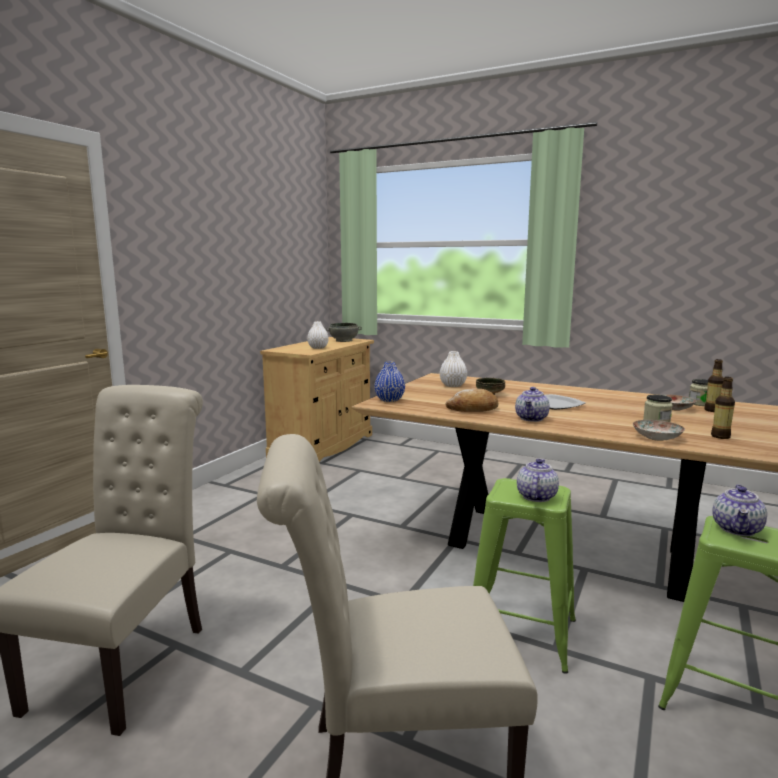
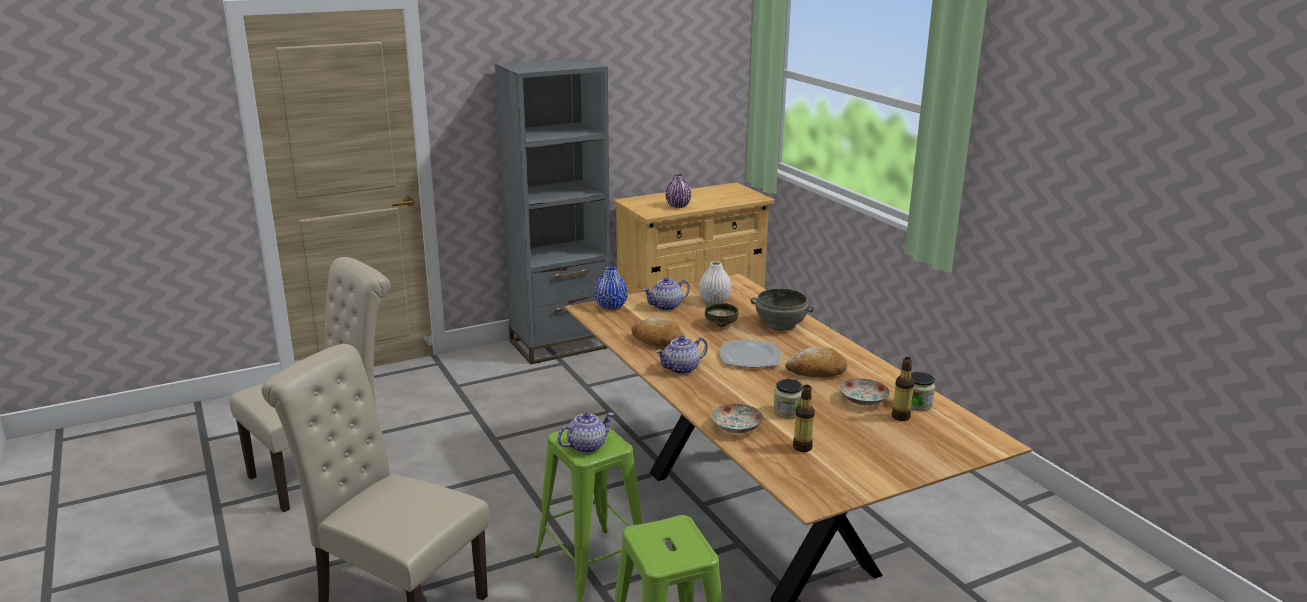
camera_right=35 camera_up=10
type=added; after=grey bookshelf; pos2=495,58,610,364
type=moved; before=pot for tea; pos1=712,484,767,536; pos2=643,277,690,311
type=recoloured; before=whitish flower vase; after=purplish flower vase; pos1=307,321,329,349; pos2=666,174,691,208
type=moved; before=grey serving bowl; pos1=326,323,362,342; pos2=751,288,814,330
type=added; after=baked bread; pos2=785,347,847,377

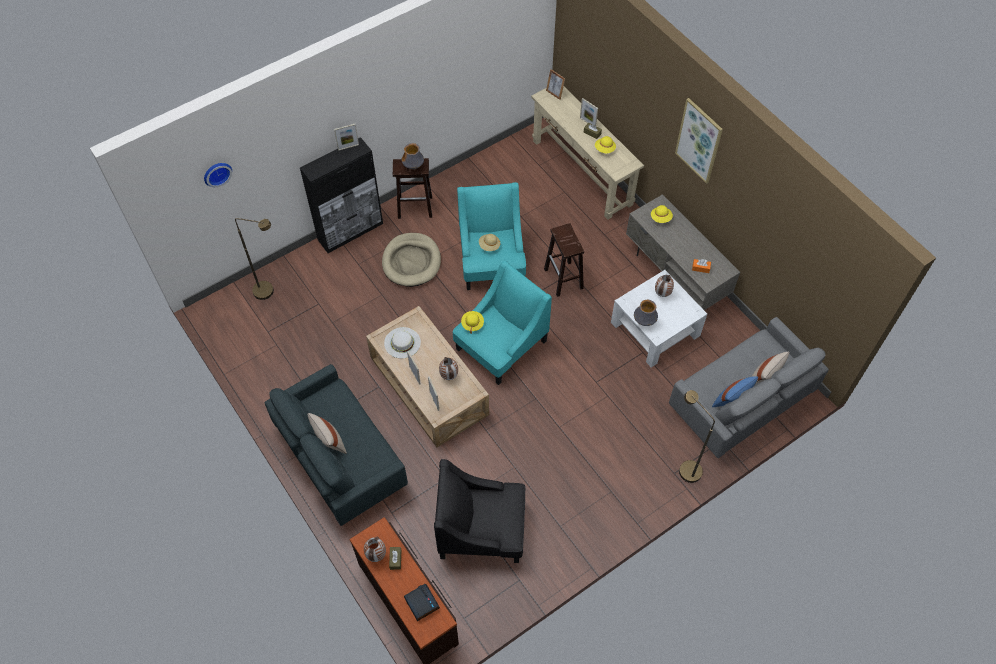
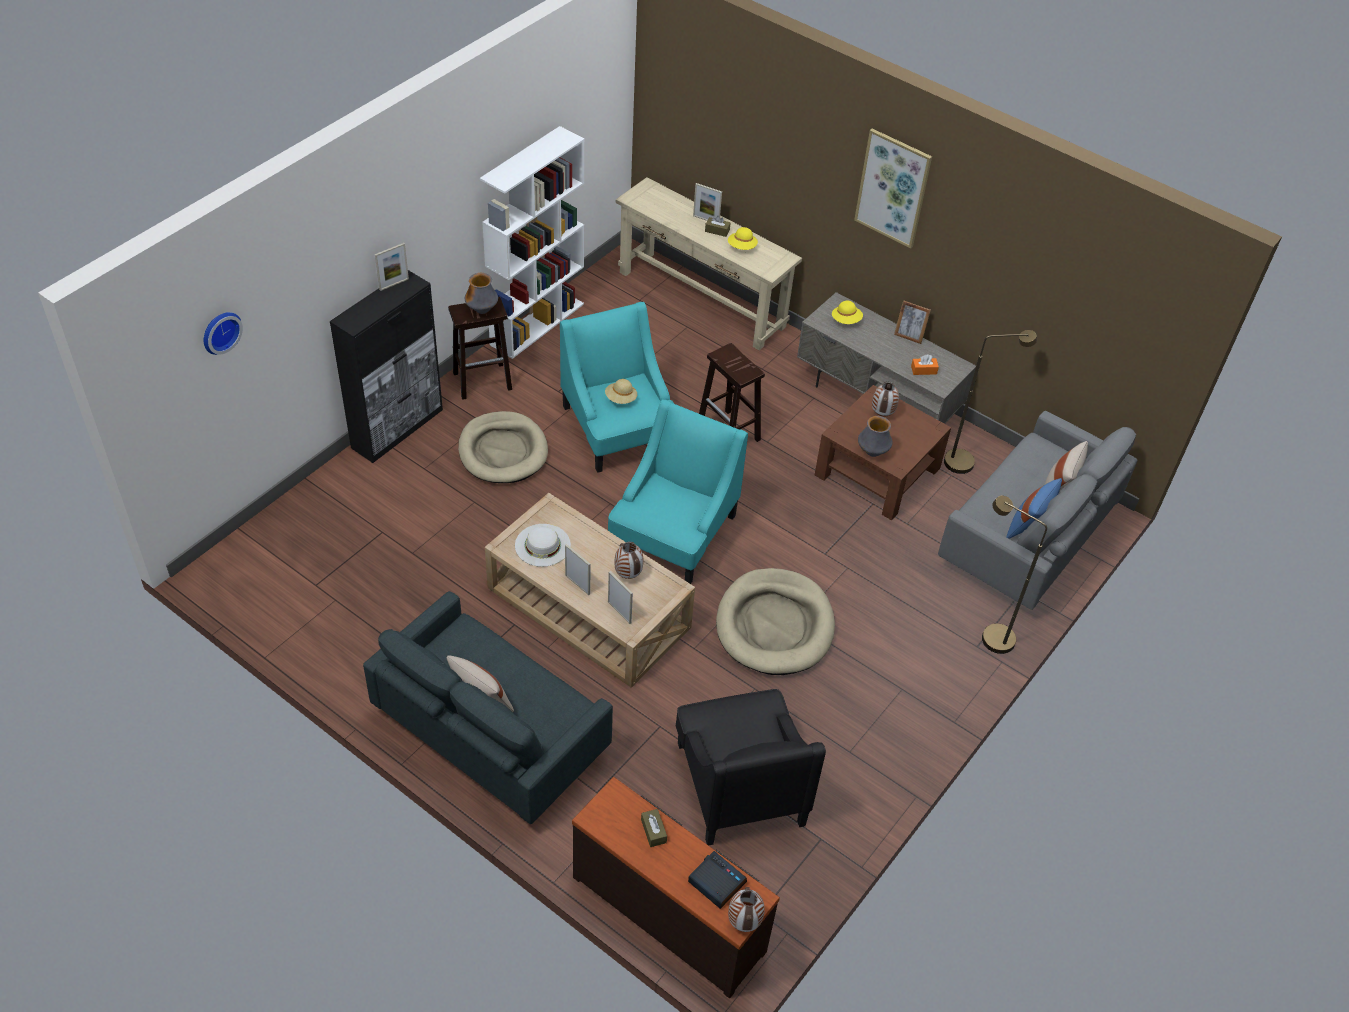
camera_right=-20 camera_up=-10
type=added; after=whitish bookshelf; pos2=480,126,584,359
type=turned; before=black-coloured easy chair; pos1=434,459,525,563; pos2=676,689,826,846; turn=-90
type=added; after=sand-coloured pet bed; pos2=716,568,835,675
type=moved; before=flower vase; pos1=364,536,386,562; pos2=728,887,765,932
type=recoloured; before=whitish low table; after=brown-coloured low table; pos1=611,270,707,367; pos2=815,385,951,520
type=moved; before=standing frame; pos1=546,69,565,100; pos2=894,300,931,344
type=moved; before=brown-coloured floor lamp; pos1=235,218,274,300; pos2=944,330,1037,474
type=removed; before=yellowish wearable hat; pos1=461,311,484,334

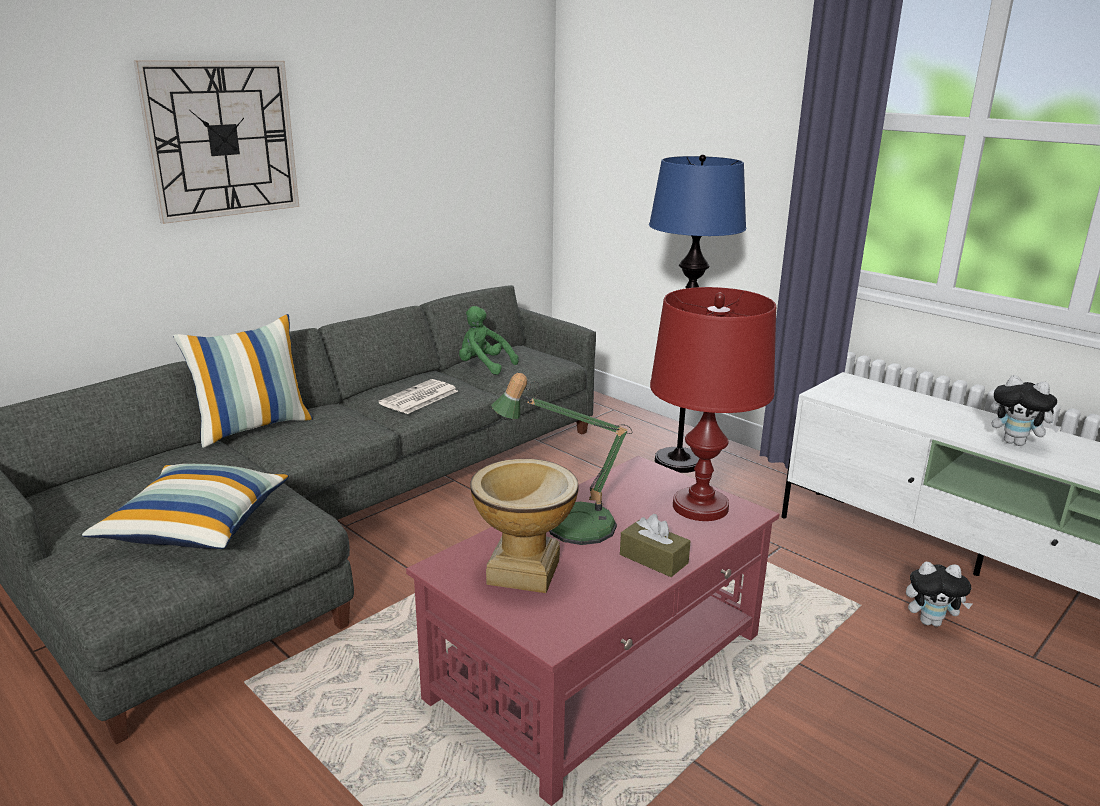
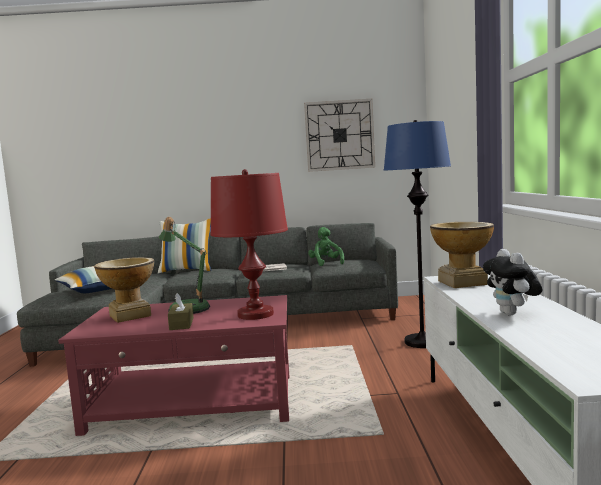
camera_right=45 camera_up=-15
type=moved; before=wall clock; pos1=134,60,299,224; pos2=304,99,375,172
type=added; after=flower vase; pos2=430,222,494,288
type=removed; before=soft toy; pos1=906,562,973,627

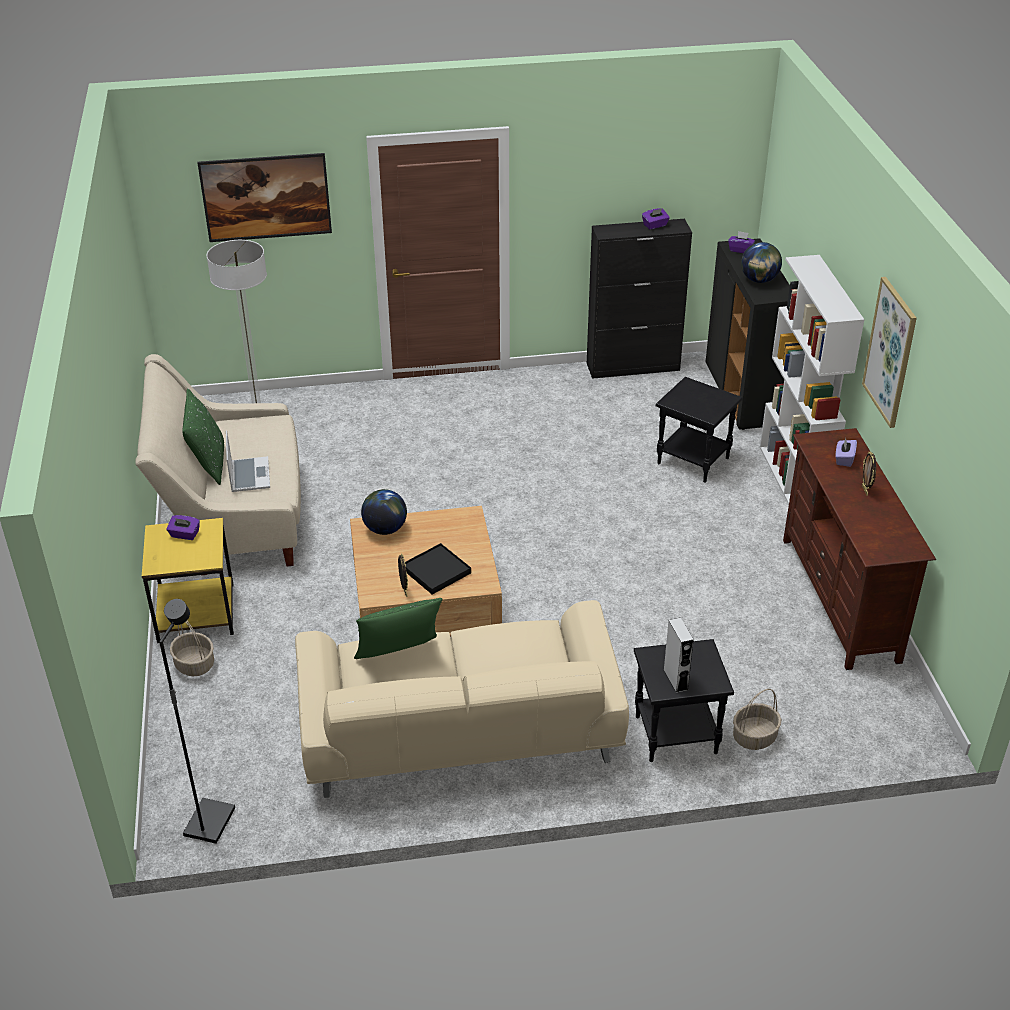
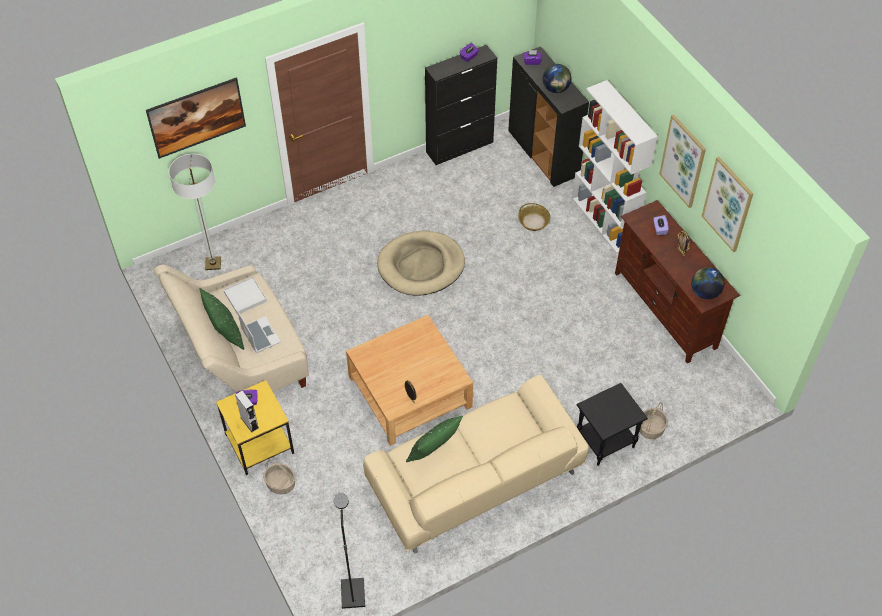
camera_right=-20 camera_up=15
type=added; after=whitish carrying tray; pos2=223,277,267,315
type=moved; before=grey loudspeaker; pos1=664,618,694,693; pos2=235,391,259,432
type=added; after=sand-coloured pet bed; pos2=377,231,465,296
type=replaced; before=black-coloured side table; after=storage basket; pos1=656,377,743,483; pos2=518,203,551,231
type=moved; before=desk globe; pos1=361,489,407,535; pos2=691,267,724,299
type=added; after=picture; pos2=702,157,753,252
type=removed; before=black-coloured carrying tray; pos1=405,543,471,595

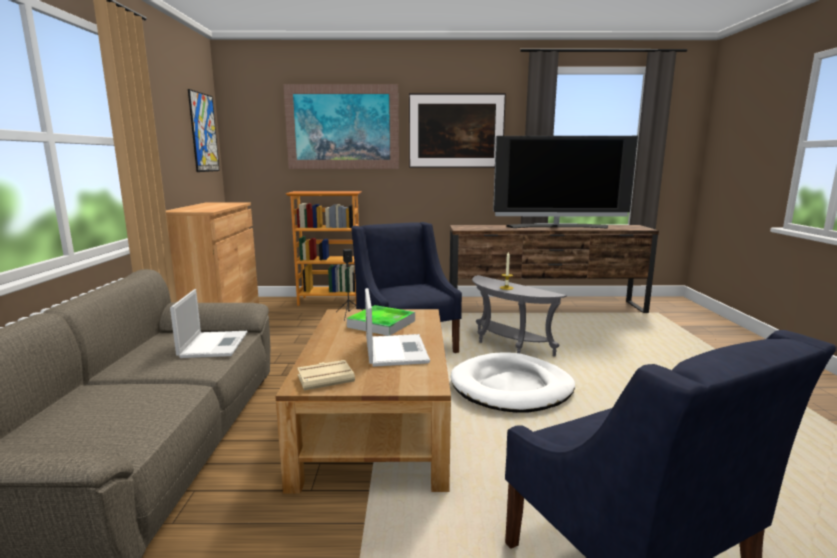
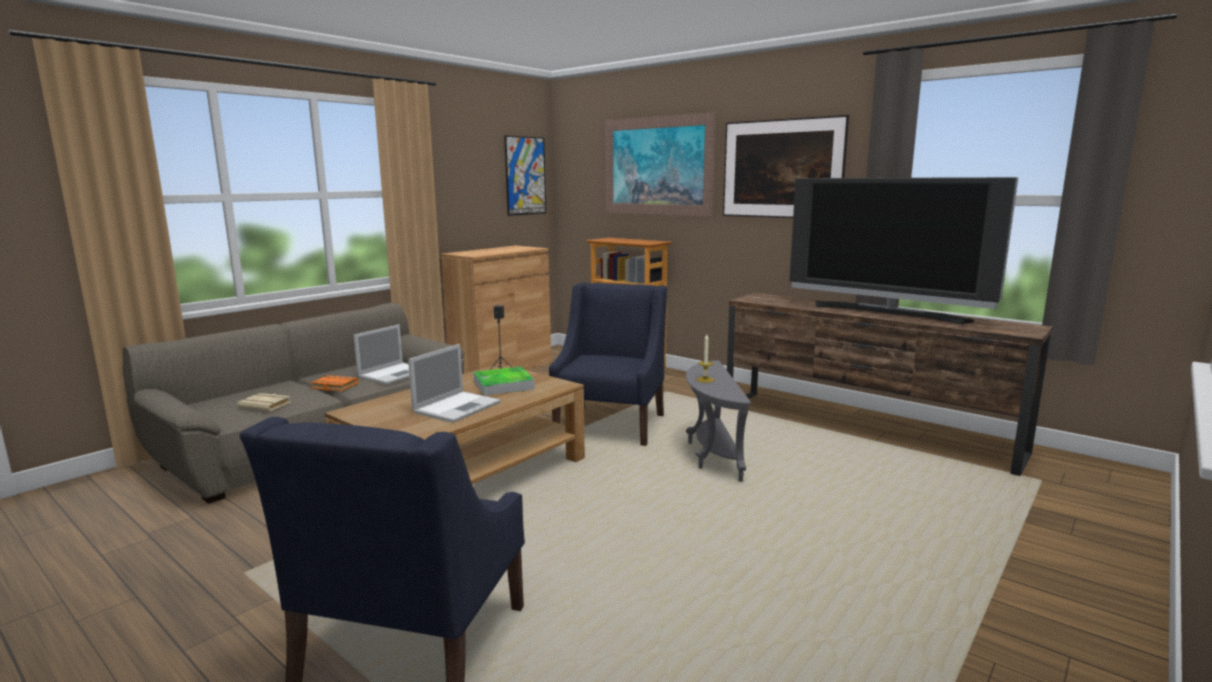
camera_right=40 camera_up=0
type=moved; before=sand-coloured bound book; pos1=297,360,355,390; pos2=237,393,291,412
type=added; after=orange-coloured bound book; pos2=310,375,358,391
type=removed; before=whitish pet bed; pos1=451,352,575,413

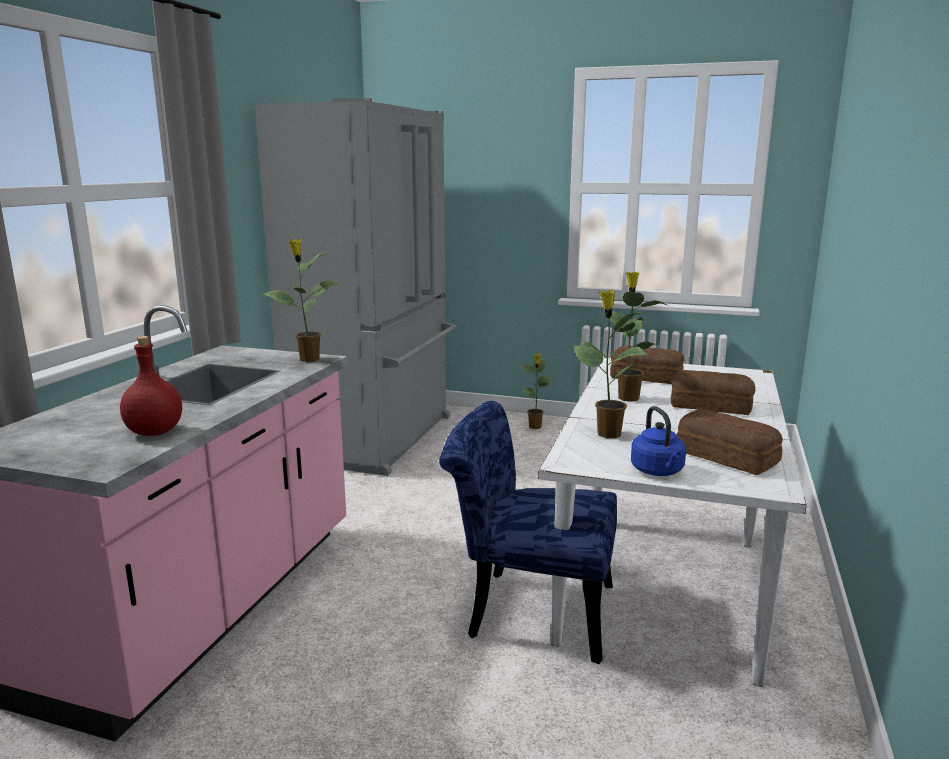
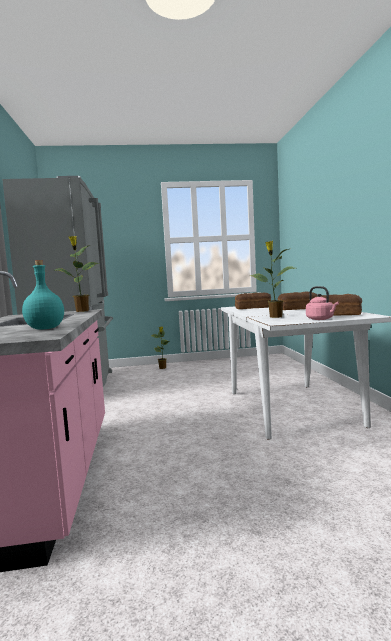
camera_right=-25 camera_up=-10
type=recoloured; before=reddish drink bottle; after=turquoise-coloured drink bottle; pos1=120,336,182,436; pos2=22,260,64,330
type=recoloured; before=bluish tea kettle; after=pinkish tea kettle; pos1=631,406,686,476; pos2=306,286,339,320
type=removed; before=bluish plain chair; pos1=439,401,617,664
type=removed; before=potted plant; pos1=602,272,669,402

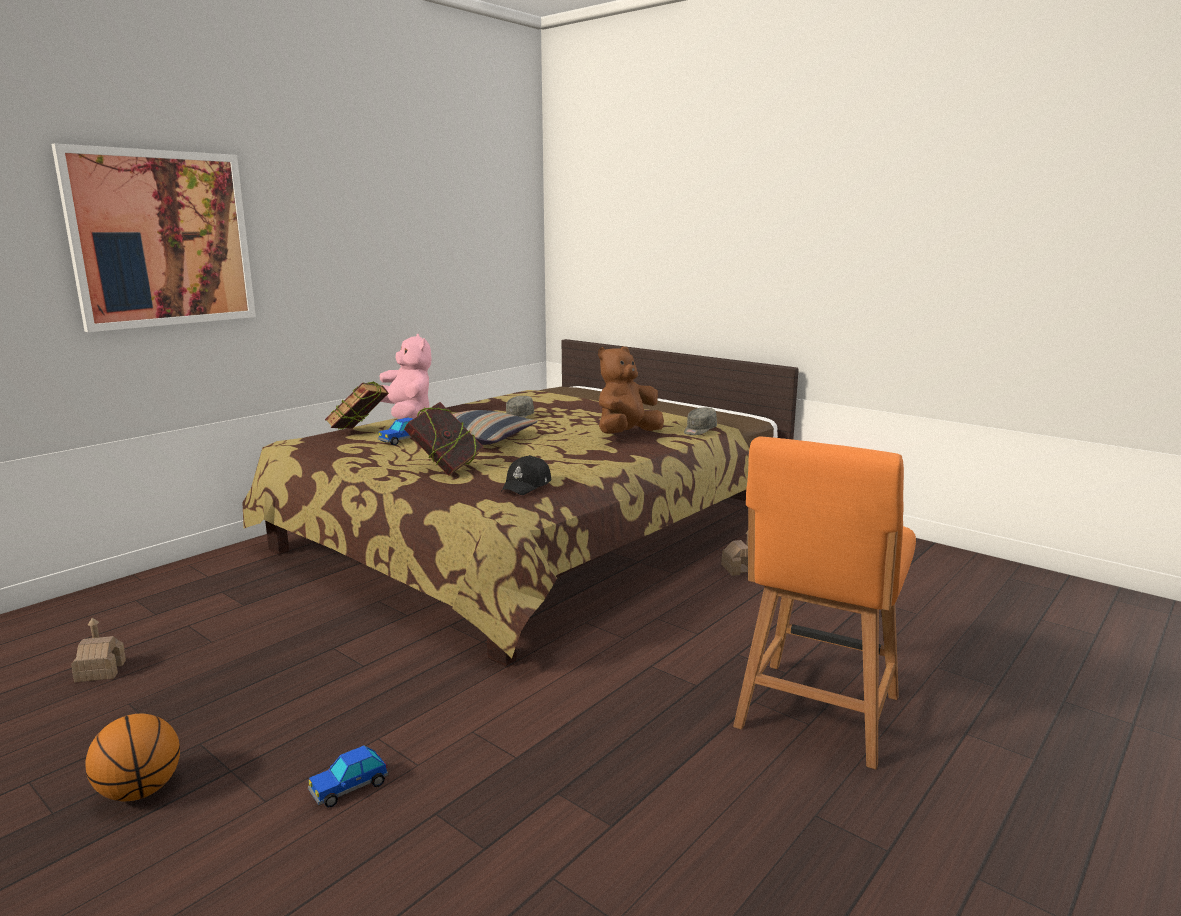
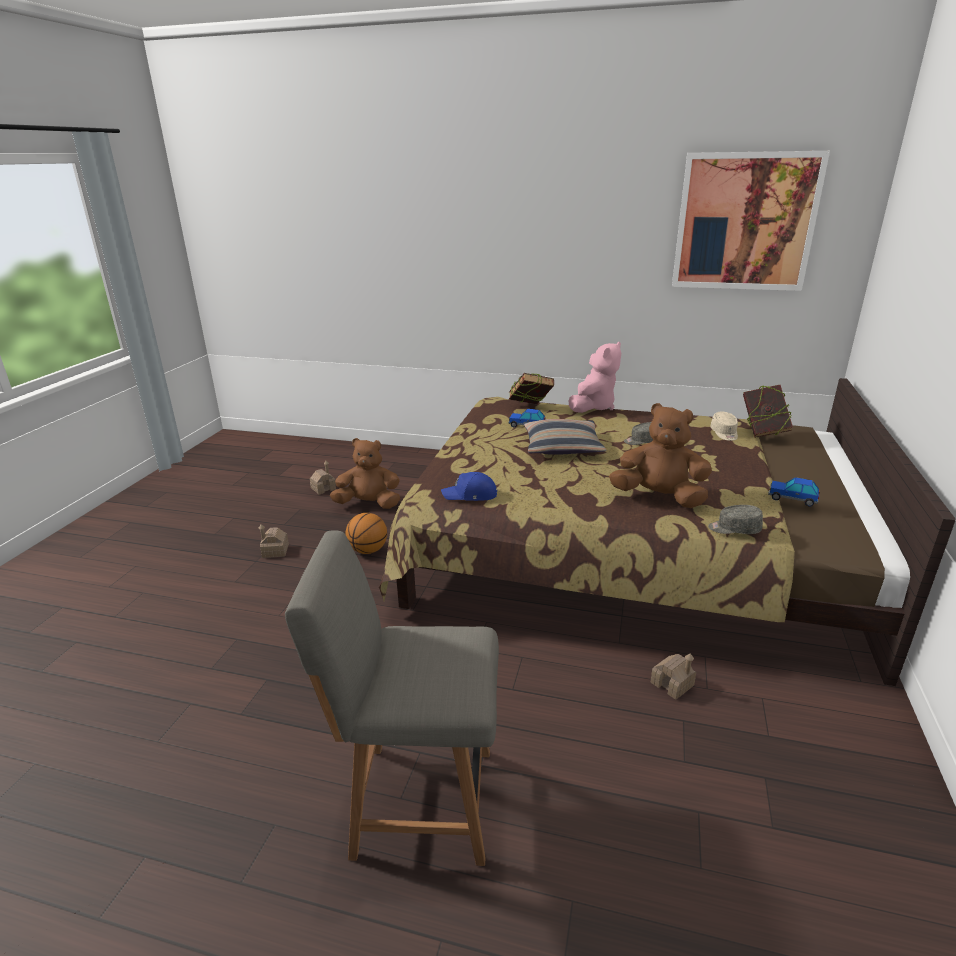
camera_right=65 camera_up=10
type=added; after=miniature house; pos2=258,524,289,558
type=recoloured; before=orange-coloured plain chair; after=grey plain chair; pos1=733,437,916,770; pos2=285,531,499,866
type=added; after=brown-coloured soft toy; pos2=330,438,400,509
type=moved; before=basketball ball; pos1=85,714,180,801; pos2=346,513,387,554
type=recoloured; before=black-coloured baseball cap; after=bluish baseball cap; pos1=501,455,551,495; pos2=441,472,497,501
type=moved; before=picture; pos1=51,143,256,332; pos2=672,151,830,291
type=added; after=sand-coloured baseball cap; pos2=710,412,738,441
type=moved; before=bound book; pos1=404,402,484,476; pos2=743,385,793,438
type=moved; before=toy car; pos1=308,745,388,808; pos2=768,477,820,507

